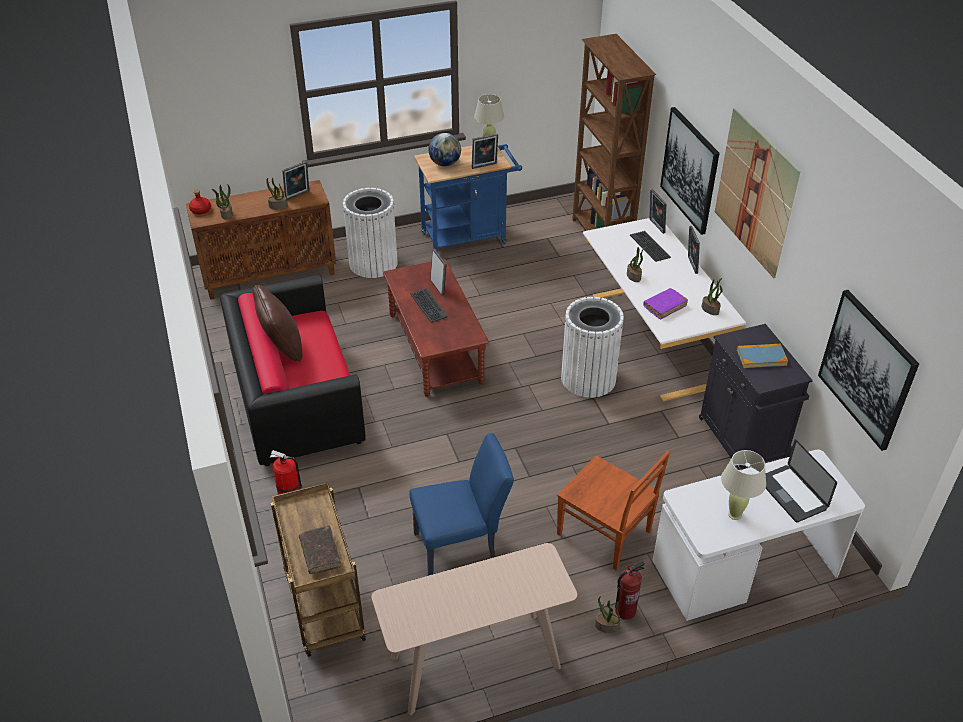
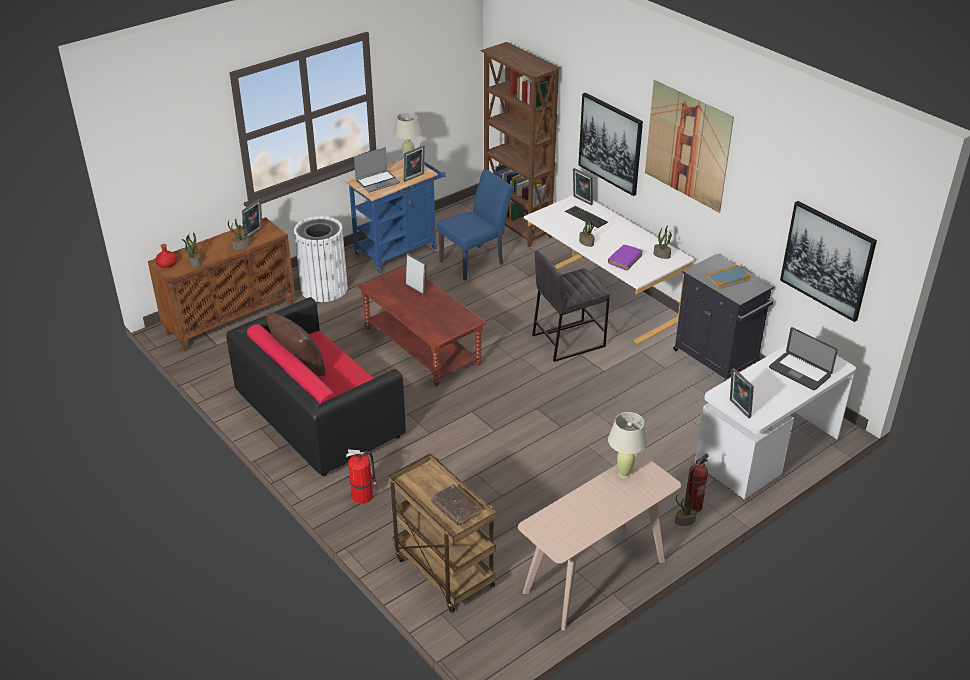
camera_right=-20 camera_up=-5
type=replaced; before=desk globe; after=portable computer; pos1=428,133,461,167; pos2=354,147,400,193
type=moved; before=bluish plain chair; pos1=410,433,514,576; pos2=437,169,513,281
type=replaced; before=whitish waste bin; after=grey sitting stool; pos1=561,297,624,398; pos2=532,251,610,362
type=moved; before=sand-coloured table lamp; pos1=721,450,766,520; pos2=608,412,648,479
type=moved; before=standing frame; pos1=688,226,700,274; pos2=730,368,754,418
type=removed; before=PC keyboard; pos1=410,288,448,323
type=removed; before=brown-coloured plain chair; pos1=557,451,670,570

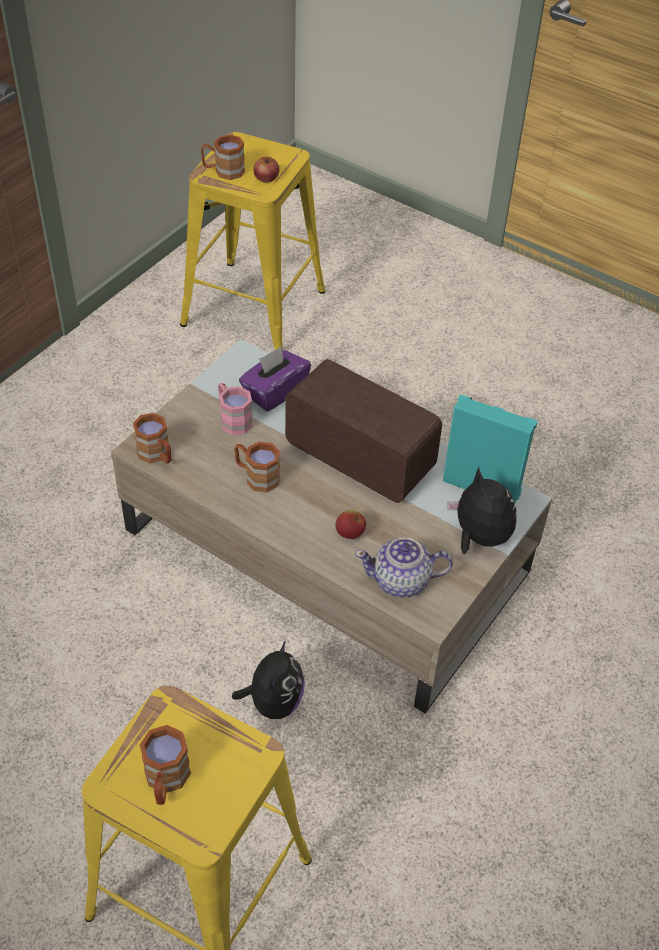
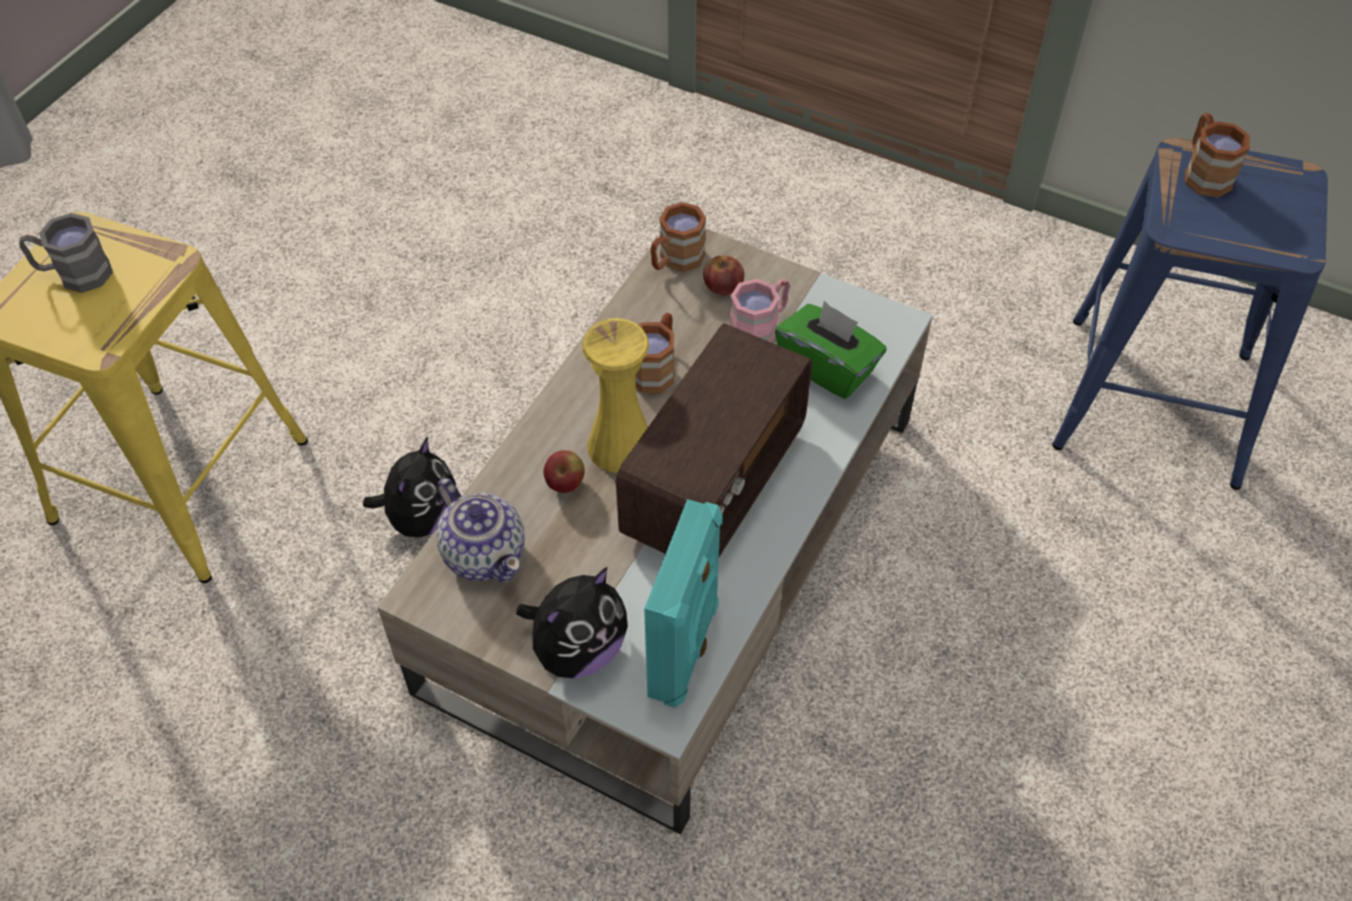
camera_right=85 camera_up=5
type=recoloured; before=brown-coloured coffee mug; after=grey coffee mug; pos1=140,725,191,805; pos2=19,213,113,293
type=turned; before=soft toy; pos1=232,641,305,719; pos2=363,437,456,537; turn=-75
type=turned; before=pot for tea; pos1=355,537,453,598; pos2=437,478,525,582; turn=150
type=added; after=yellowish flower vase; pos2=582,318,649,473
type=moved; before=apple fruit; pos1=253,157,279,182; pos2=703,255,744,295
type=recoloured; before=purplish tissue holder; after=green tissue holder; pos1=239,347,311,412; pos2=775,301,887,399
type=recoloured; before=yellowish sitting stool; after=bluish sitting stool; pos1=180,132,325,351; pos2=1052,138,1328,490

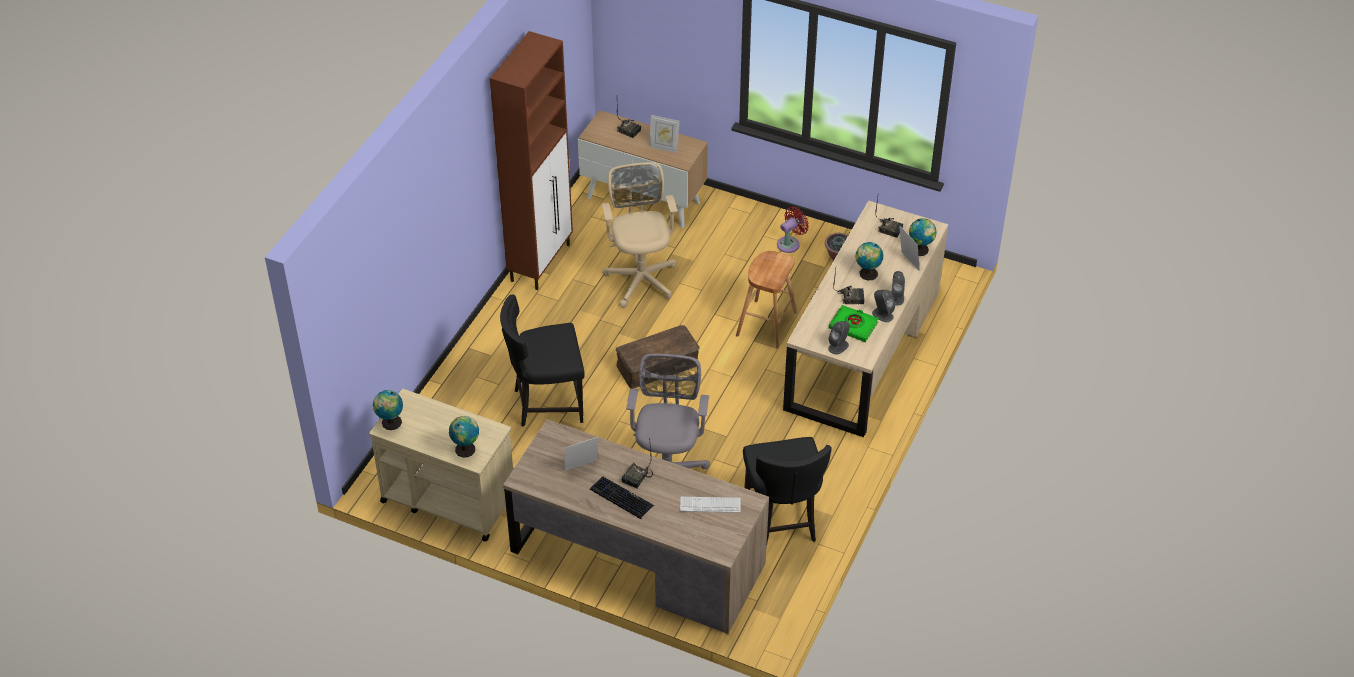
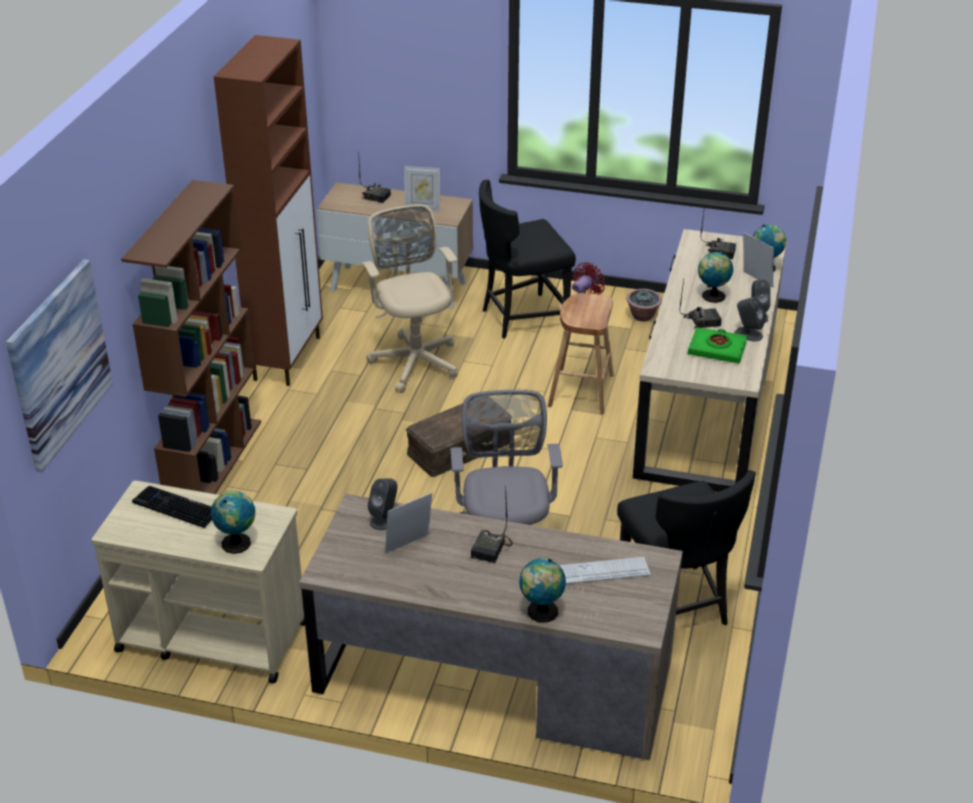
camera_right=-10 camera_up=-10
type=added; after=picture; pos2=6,259,113,472
type=added; after=brown-coloured bookshelf; pos2=121,180,261,494
type=moved; before=PC keyboard; pos1=590,477,654,519; pos2=132,486,212,529
type=moved; before=grey loudspeaker; pos1=828,321,850,355; pos2=367,478,397,530
type=moved; before=black-coloured plain chair; pos1=500,294,585,427; pos2=479,180,576,339
type=moved; before=desk globe; pos1=373,390,403,430; pos2=519,558,566,623

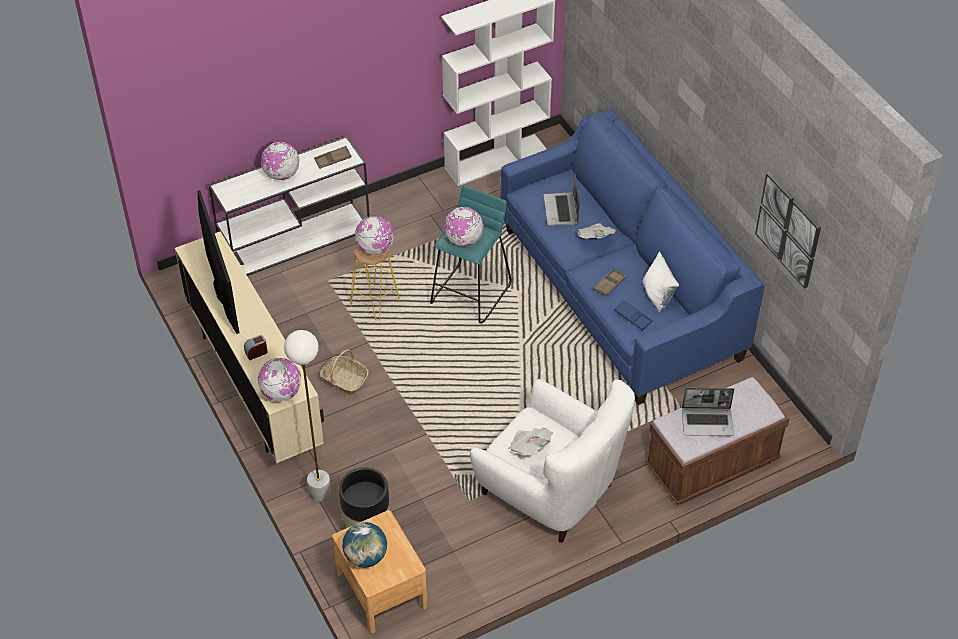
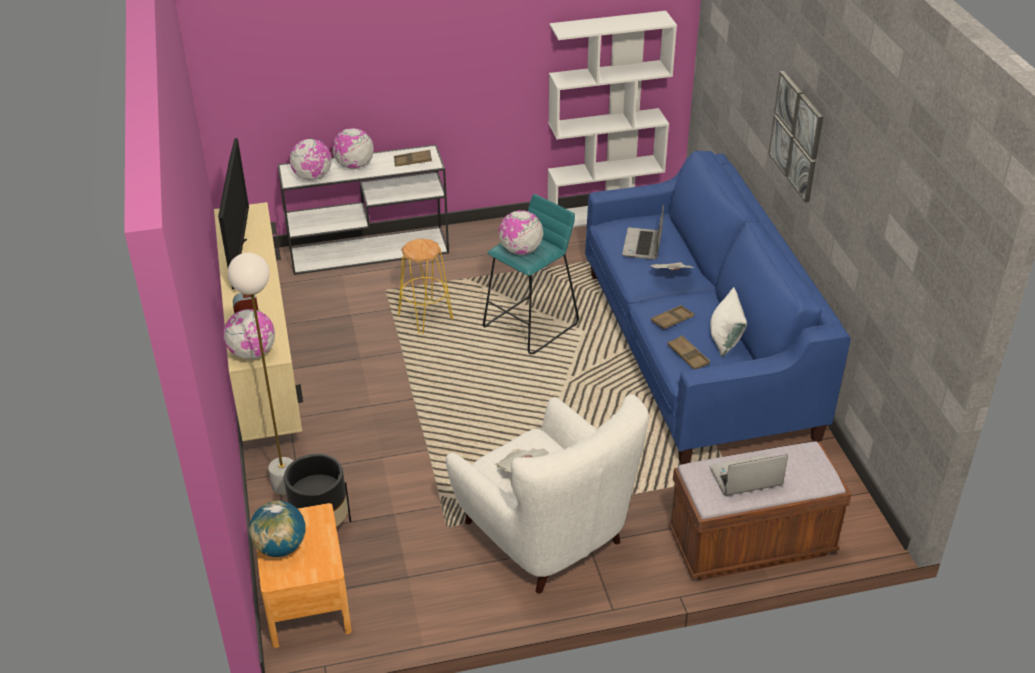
camera_right=15 camera_up=-10
type=moved; before=desk globe; pos1=355,215,394,255; pos2=290,139,332,181
type=recoloured; before=bluish carrying tray; after=brown-coloured carrying tray; pos1=614,300,652,331; pos2=667,336,710,369
type=turned; before=portable computer; pos1=682,388,734,436; pos2=710,454,788,496; turn=150
type=moved; before=picture; pos1=755,172,821,289; pos2=769,71,823,203
type=removed; before=storage basket; pos1=320,349,369,395

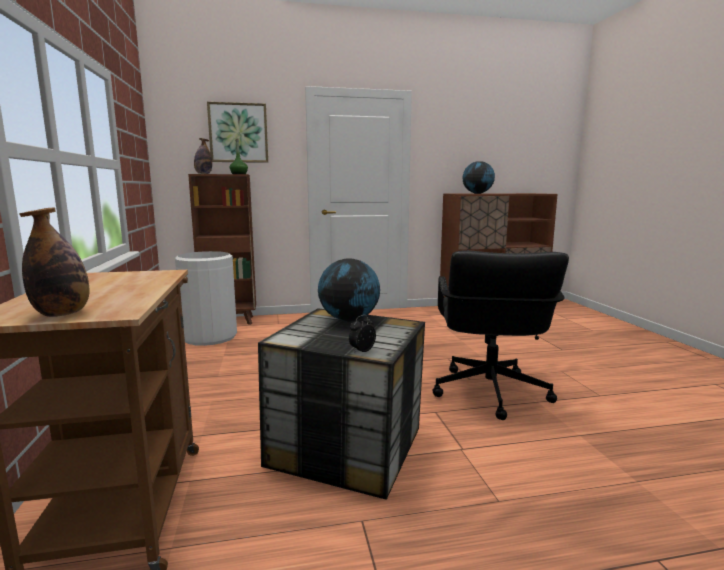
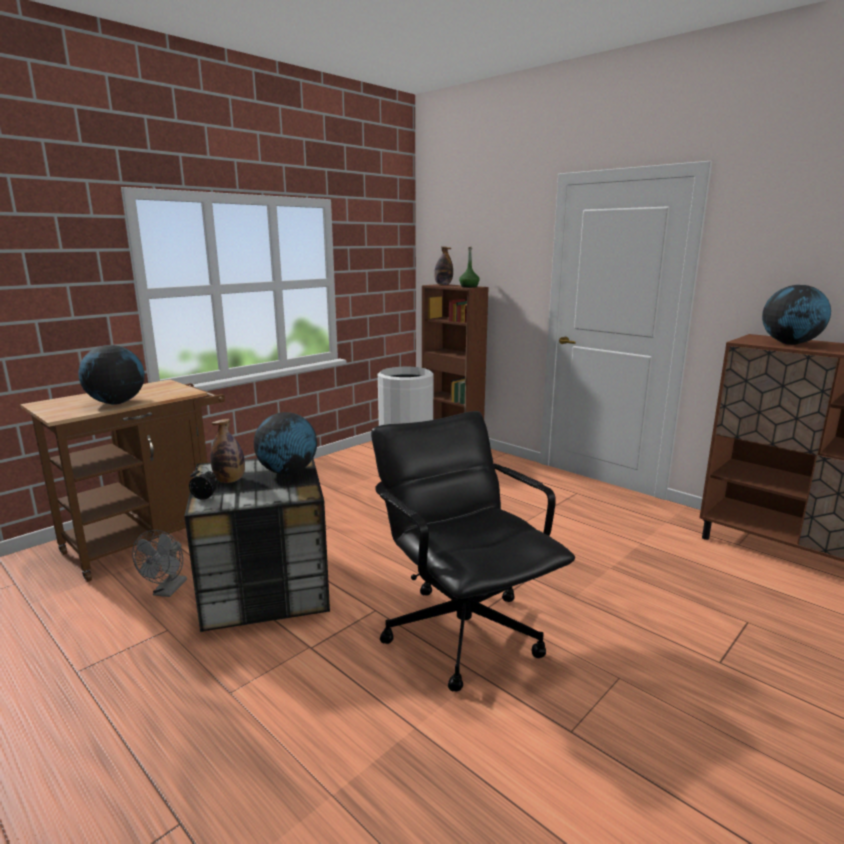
camera_right=55 camera_up=5
type=added; after=desk globe; pos2=78,345,145,405
type=added; after=grey electric fan; pos2=132,530,187,597
type=moved; before=drink bottle; pos1=19,208,89,317; pos2=210,419,245,483
type=turned; before=black-coloured computer chair; pos1=433,250,569,420; pos2=371,411,575,692; turn=90
type=removed; before=picture; pos1=207,102,268,163

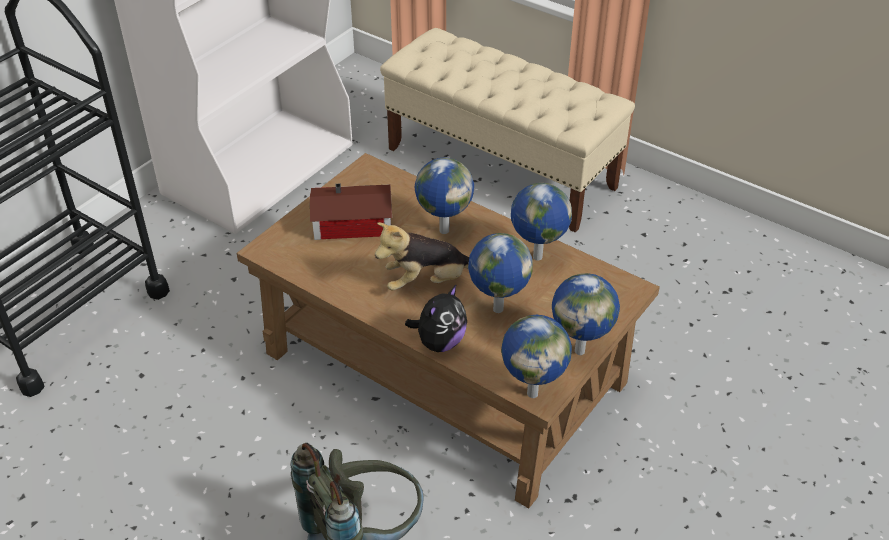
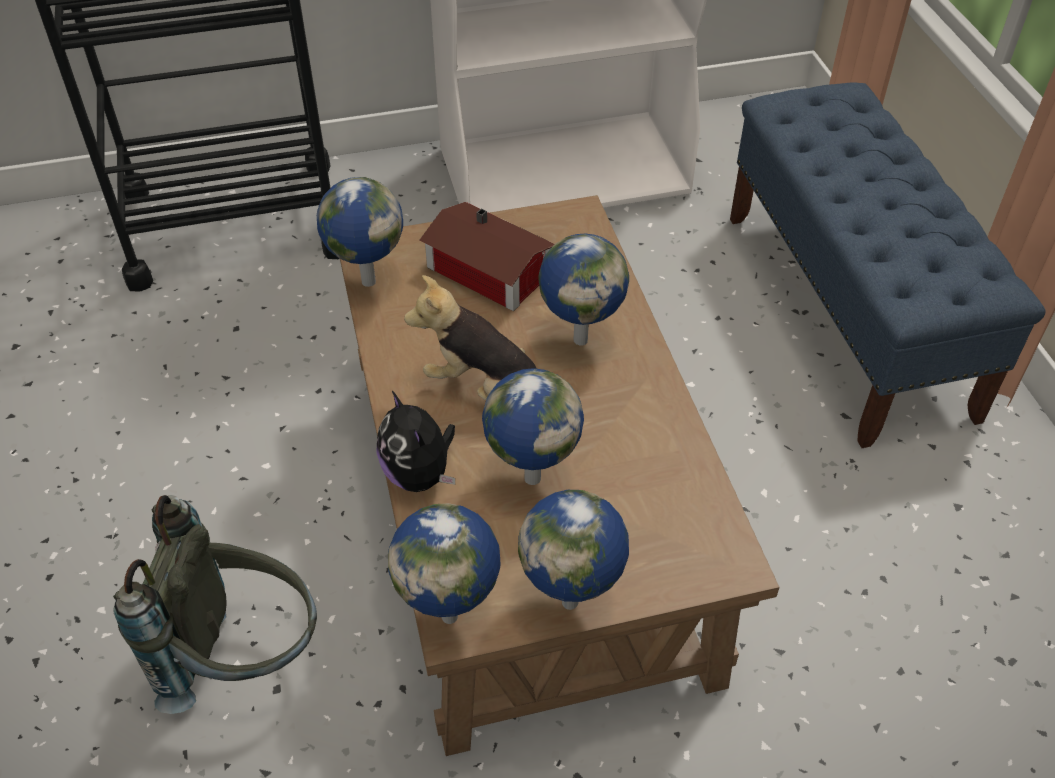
camera_right=40 camera_up=5
type=moved; before=desk globe; pos1=511,183,572,261; pos2=317,177,403,287
type=turned; before=soft toy; pos1=405,284,467,352; pos2=376,391,455,492; turn=75
type=recoloured; before=sand-coloured indoor bench; after=bluish indoor bench; pos1=380,28,635,232; pos2=730,83,1046,448

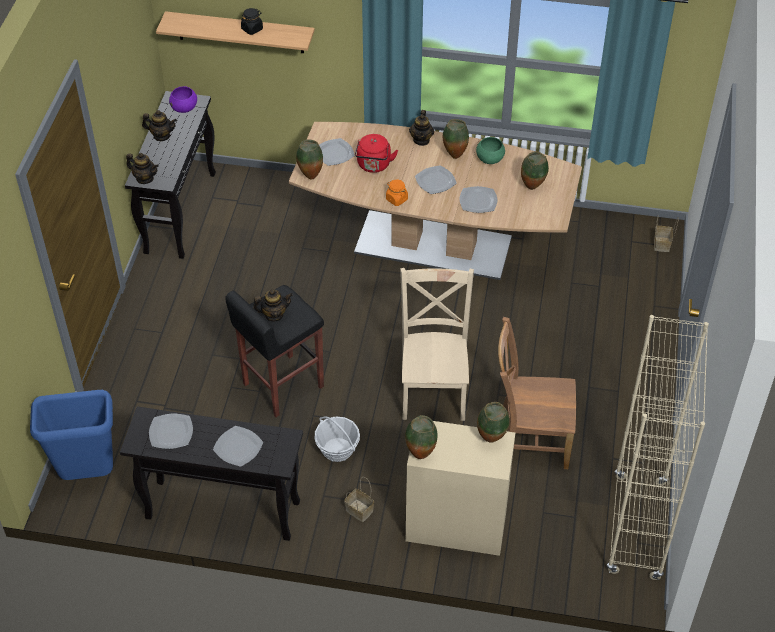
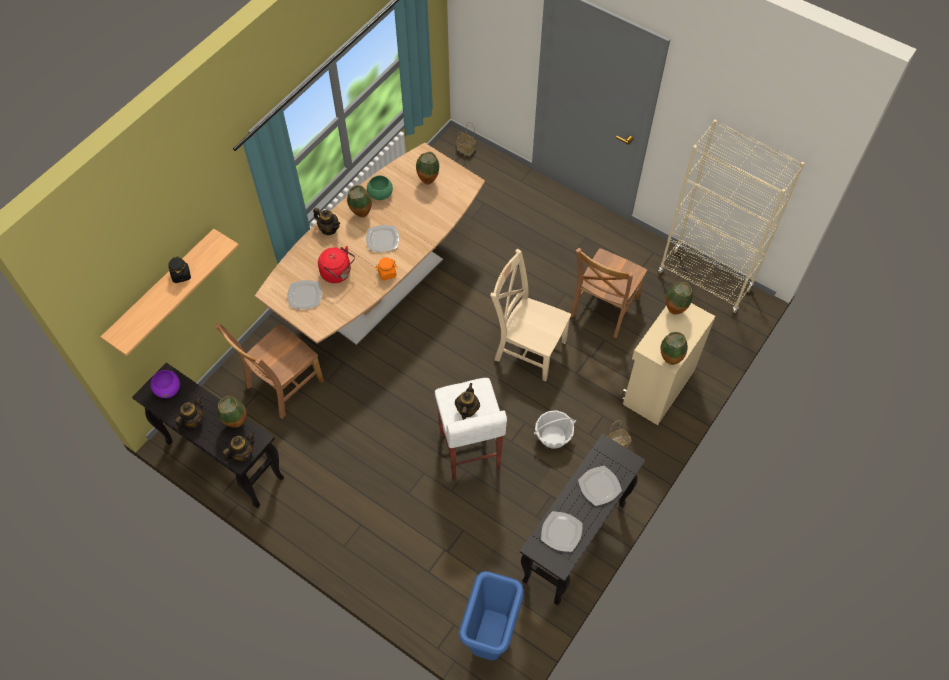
camera_right=-65 camera_up=10
type=added; after=brown-coloured plain chair; pos2=214,323,324,419
type=moved; before=flower vase; pos1=296,139,323,180; pos2=217,396,247,428
type=recoloured; before=black-coloured sitting stool; after=whitish sitting stool; pos1=225,285,324,417; pos2=435,378,507,481
type=removed; before=plate; pos1=460,186,497,213

